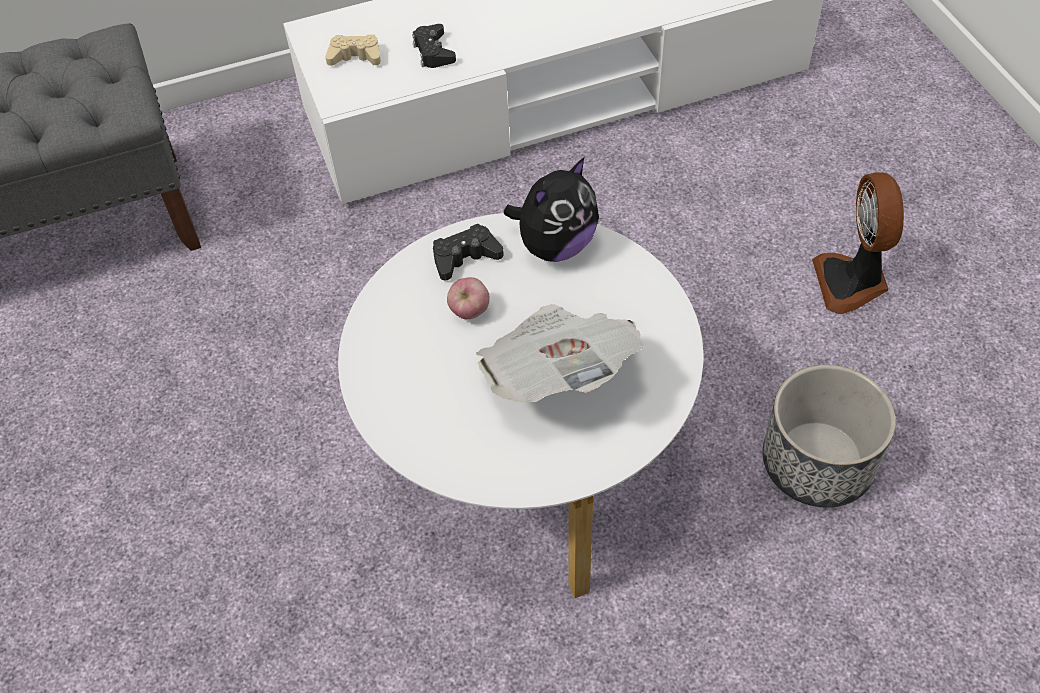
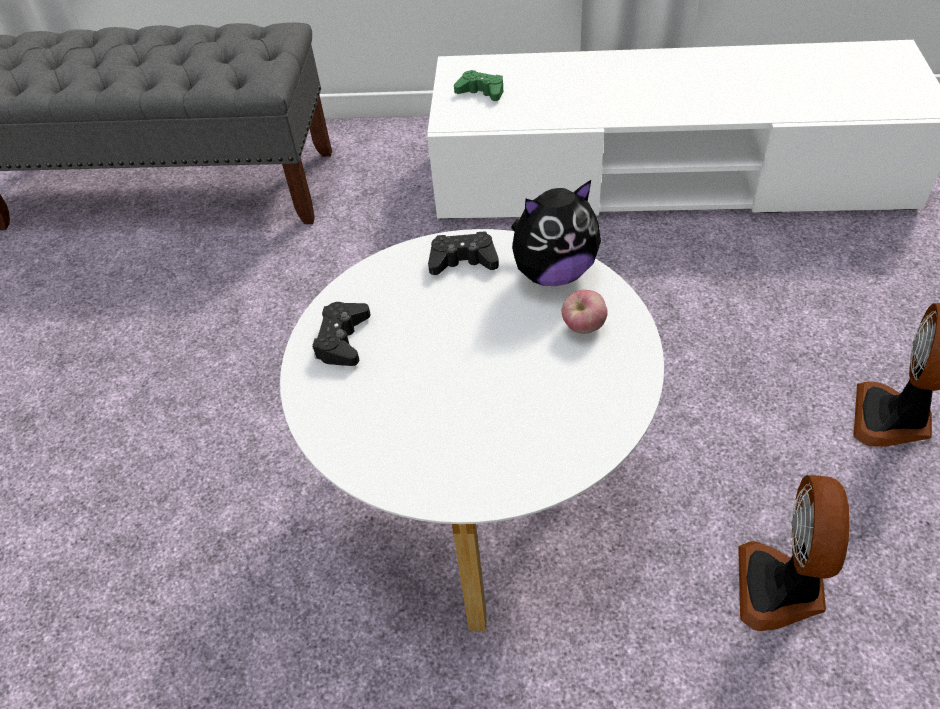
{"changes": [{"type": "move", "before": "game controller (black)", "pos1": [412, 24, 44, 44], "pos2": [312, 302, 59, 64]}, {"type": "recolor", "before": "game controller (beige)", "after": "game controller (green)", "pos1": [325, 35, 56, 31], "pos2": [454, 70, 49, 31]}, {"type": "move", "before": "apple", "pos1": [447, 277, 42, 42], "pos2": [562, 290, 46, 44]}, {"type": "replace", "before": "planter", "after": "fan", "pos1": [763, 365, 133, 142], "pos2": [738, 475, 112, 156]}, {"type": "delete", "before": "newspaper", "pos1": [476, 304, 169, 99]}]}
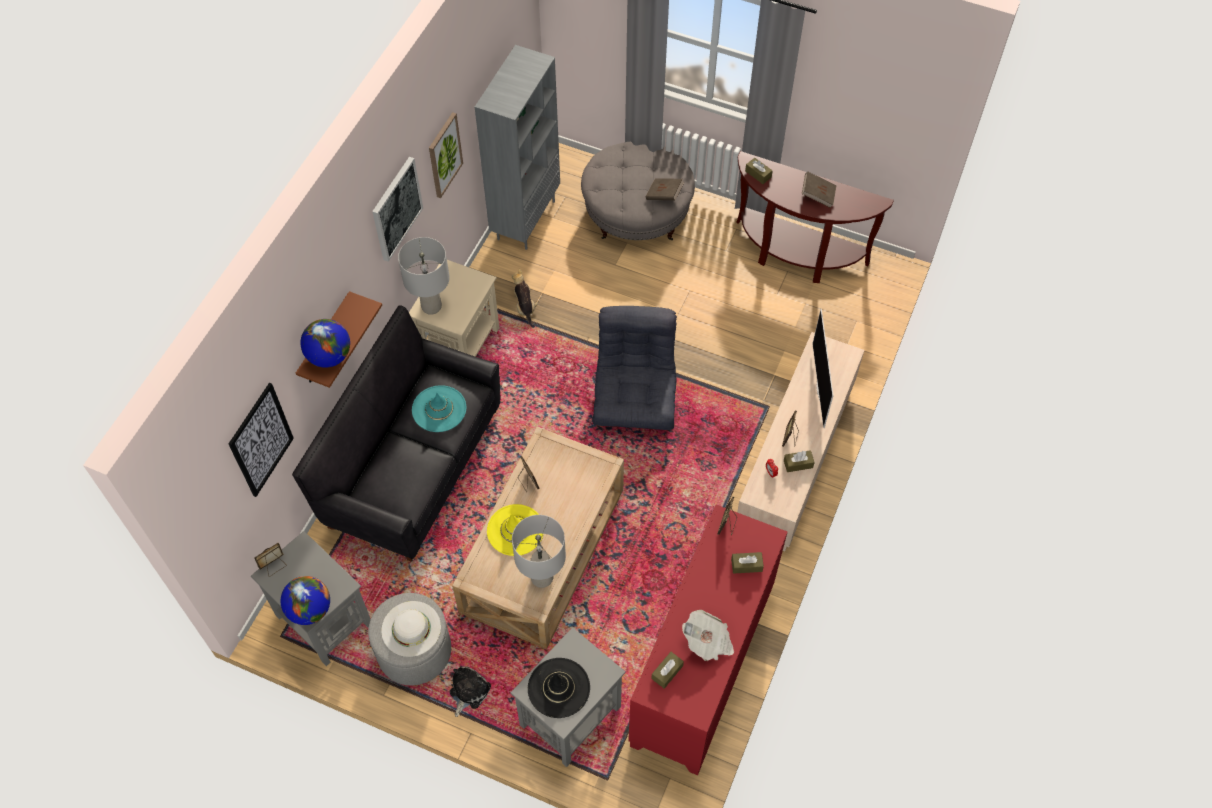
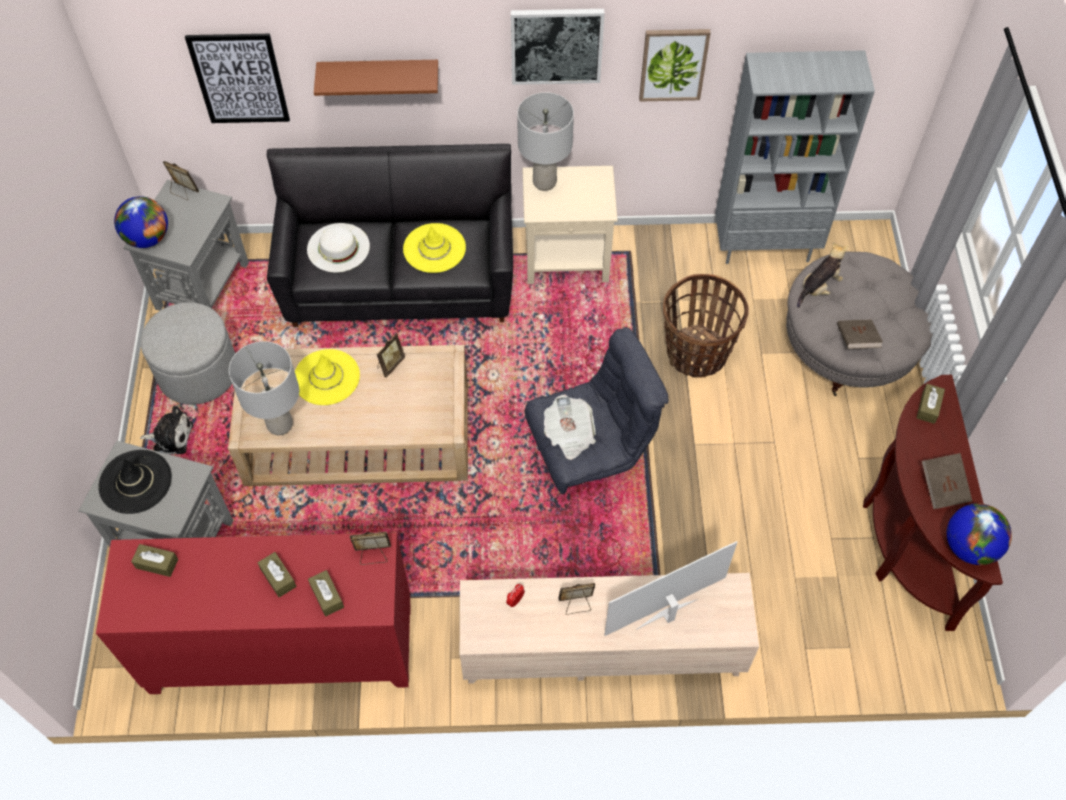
{"changes": [{"type": "move", "before": "tissue box (brown)", "pos1": [784, 450, 31, 22], "pos2": [258, 552, 39, 45]}, {"type": "move", "before": "hat (white)", "pos1": [382, 601, 59, 56], "pos2": [307, 223, 63, 49]}, {"type": "recolor", "before": "hat (turquoise)", "after": "hat (yellow)", "pos1": [412, 385, 55, 47], "pos2": [403, 223, 63, 50]}, {"type": "move", "before": "newspaper", "pos1": [682, 610, 52, 51], "pos2": [544, 394, 52, 66]}, {"type": "insert", "after": "basket", "pos2": [663, 274, 86, 104]}, {"type": "move", "before": "plush toy", "pos1": [512, 269, 26, 59], "pos2": [797, 242, 51, 66]}, {"type": "move", "before": "globe", "pos1": [300, 319, 50, 49], "pos2": [947, 503, 65, 62]}]}
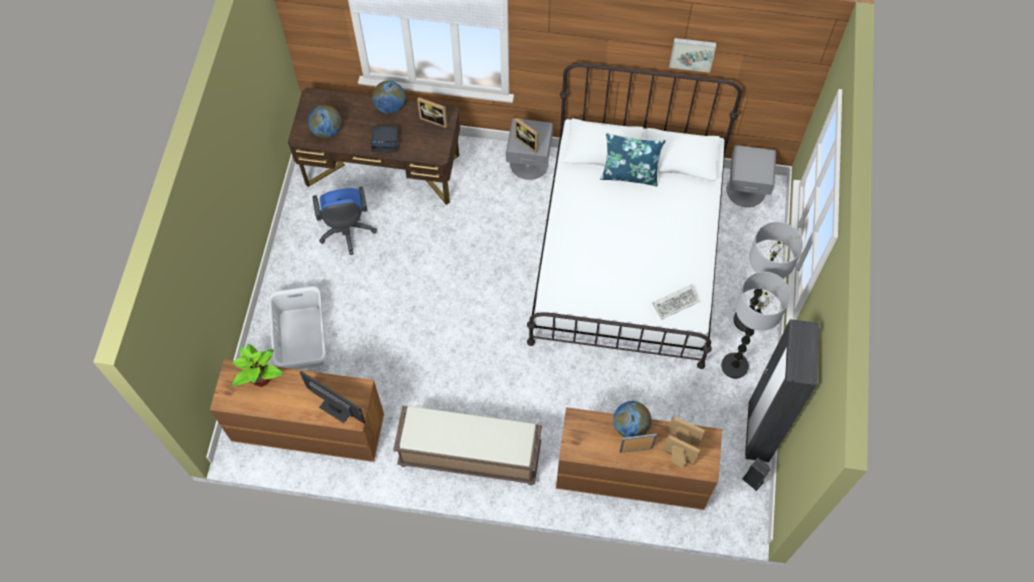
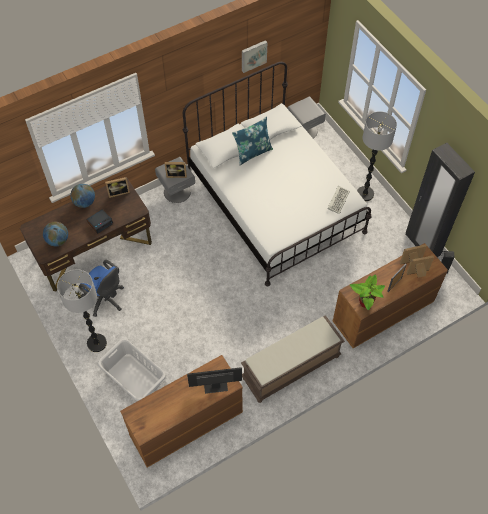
{"changes": [{"type": "move", "before": "floor lamp", "pos1": [721, 272, 70, 107], "pos2": [57, 269, 50, 83]}, {"type": "move", "before": "potted plant", "pos1": [232, 344, 51, 43], "pos2": [350, 274, 35, 36]}, {"type": "delete", "before": "globe", "pos1": [613, 401, 38, 36]}]}
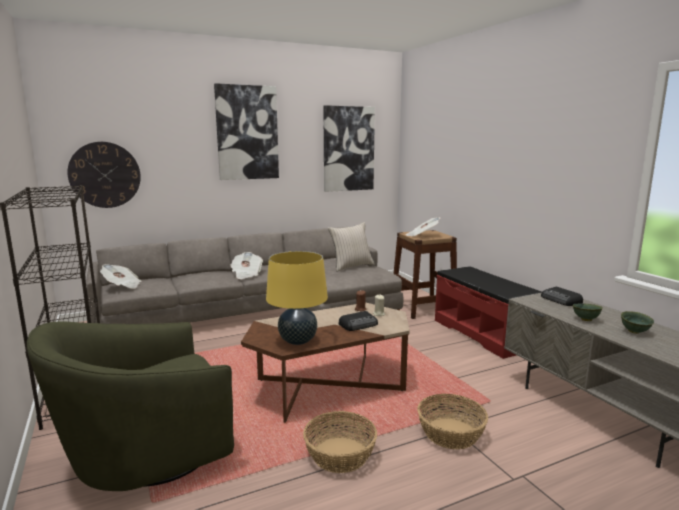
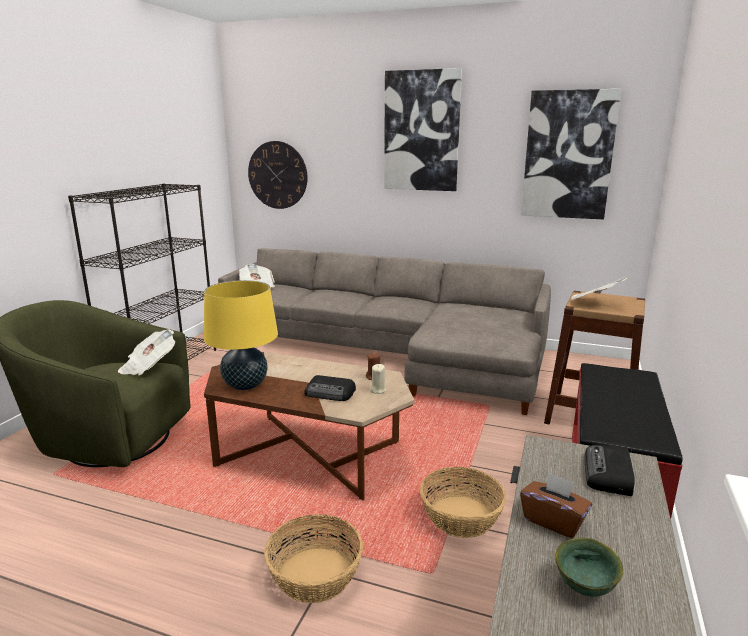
{"changes": [{"type": "move", "before": "newspaper", "pos1": [230, 252, 33, 27], "pos2": [118, 330, 57, 45]}, {"type": "move", "before": "basket", "pos1": [303, 411, 74, 62], "pos2": [420, 467, 86, 71]}, {"type": "replace", "before": "bowl (green)", "after": "tissue box (brown)", "pos1": [572, 304, 31, 17], "pos2": [520, 472, 72, 66]}, {"type": "delete", "before": "pillow (beige)", "pos1": [328, 222, 46, 50]}]}
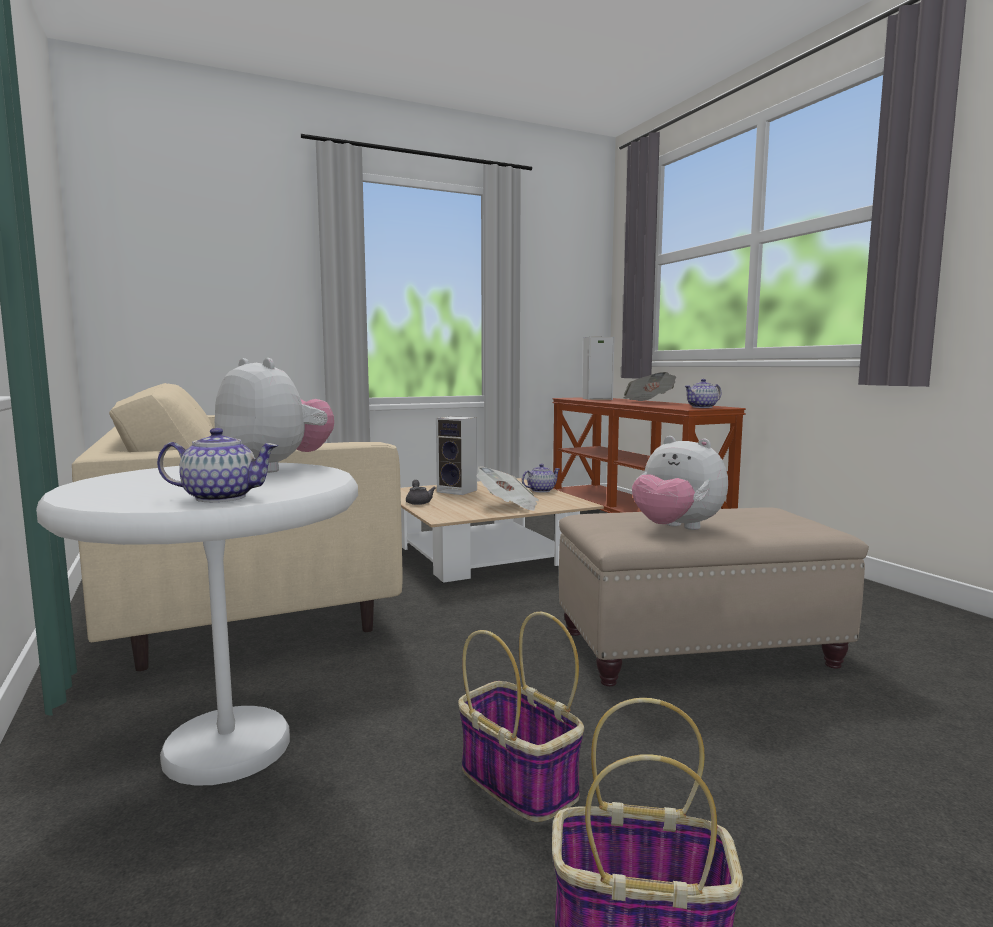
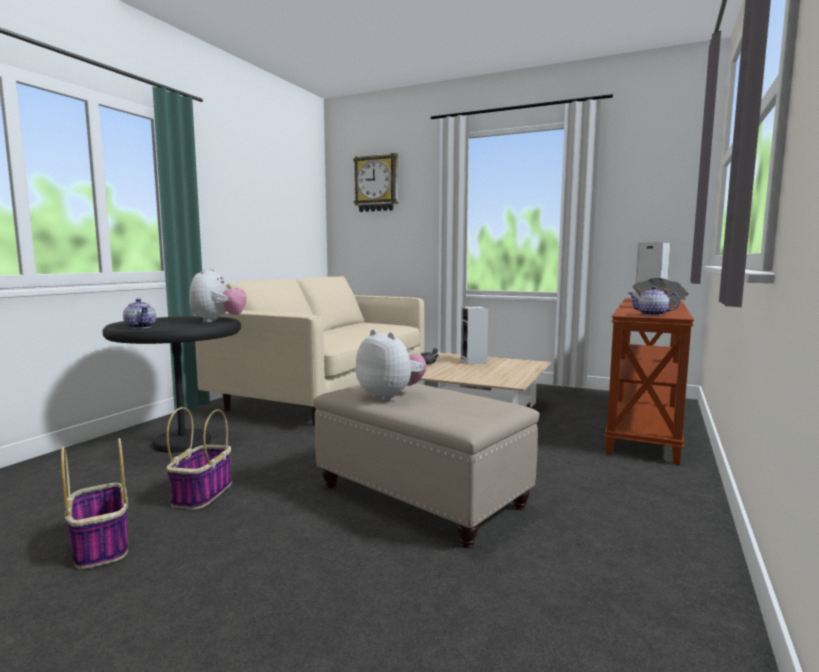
{"changes": [{"type": "recolor", "before": "side table (white)", "after": "side table (black)", "pos1": [36, 463, 322, 323], "pos2": [103, 316, 138, 137]}, {"type": "insert", "after": "wall clock", "pos2": [353, 153, 45, 59]}, {"type": "rotate", "before": "plush toy", "pos1": [632, 436, 96, 94], "pos2": [356, 329, 70, 73], "turn": 135}, {"type": "delete", "before": "newspaper", "pos1": [477, 466, 62, 45]}, {"type": "delete", "before": "teapot", "pos1": [522, 464, 38, 28]}]}
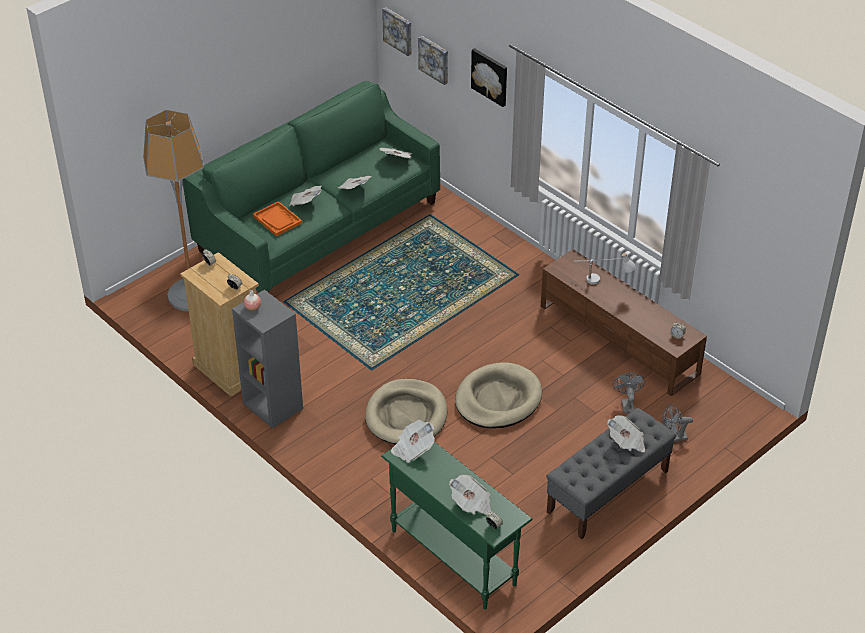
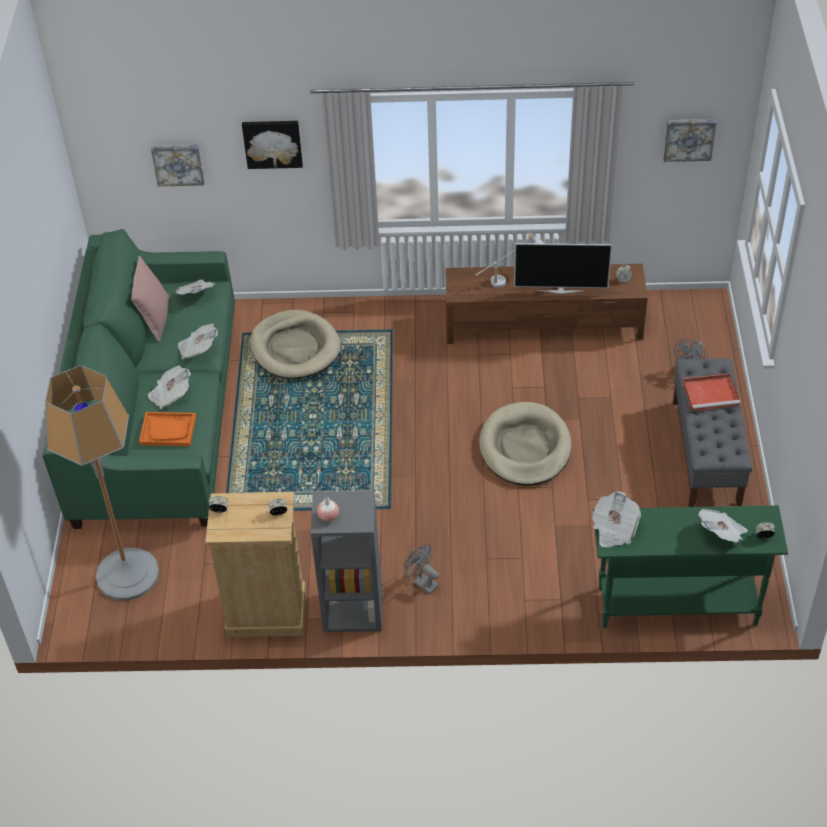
{"changes": [{"type": "insert", "after": "pillow (pink)", "pos2": [131, 255, 39, 86]}, {"type": "move", "before": "dog bed (beige)", "pos1": [365, 379, 82, 66], "pos2": [250, 310, 91, 69]}, {"type": "move", "before": "fan (grey)", "pos1": [612, 372, 33, 41], "pos2": [404, 545, 35, 49]}, {"type": "insert", "after": "television", "pos2": [514, 243, 98, 51]}, {"type": "move", "before": "picture", "pos1": [382, 7, 29, 49], "pos2": [663, 119, 53, 43]}, {"type": "replace", "before": "newspaper", "after": "tray (red)", "pos1": [607, 415, 38, 37], "pos2": [683, 373, 57, 38]}]}
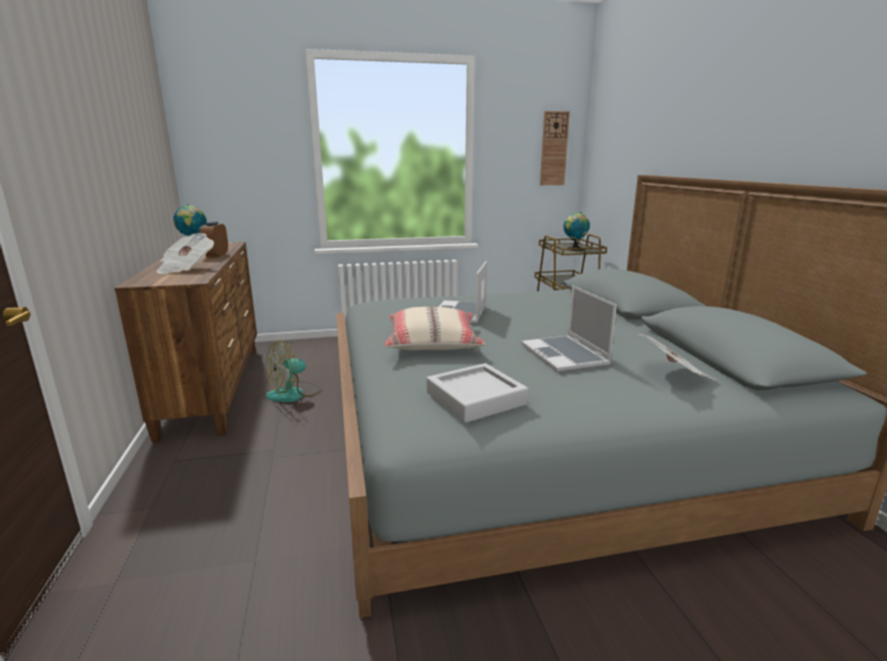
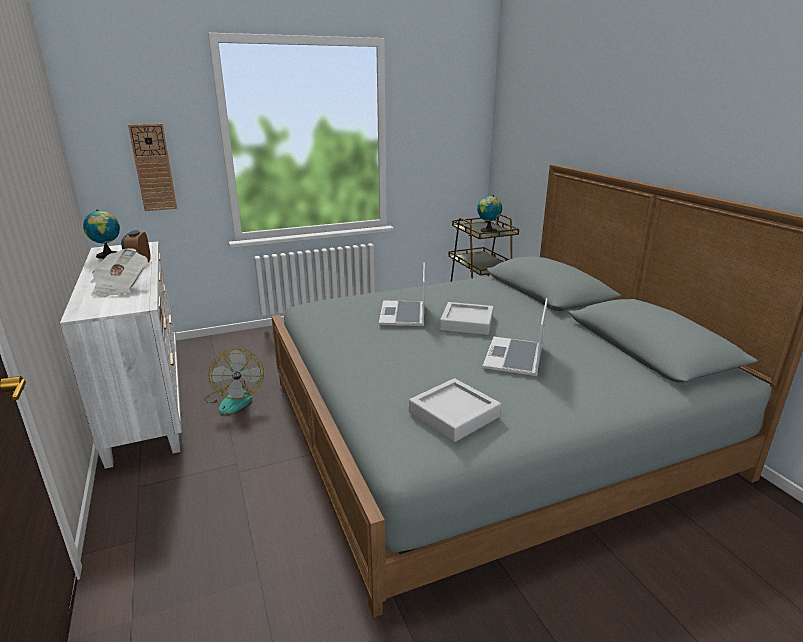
{"changes": [{"type": "recolor", "before": "dresser (brown)", "after": "dresser (white)", "pos1": [115, 242, 142, 200], "pos2": [60, 241, 122, 228]}, {"type": "move", "before": "wall clock", "pos1": [540, 111, 30, 74], "pos2": [128, 124, 49, 87]}, {"type": "rotate", "before": "fan", "pos1": [266, 340, 55, 62], "pos2": [204, 348, 60, 67], "turn": -60}, {"type": "insert", "after": "tray (grey)", "pos2": [440, 302, 54, 33]}, {"type": "rotate", "before": "laptop", "pos1": [521, 285, 96, 87], "pos2": [482, 298, 66, 79], "turn": 45}, {"type": "delete", "before": "pillow (beige)", "pos1": [385, 307, 101, 44]}, {"type": "delete", "before": "newspaper", "pos1": [639, 334, 77, 46]}]}
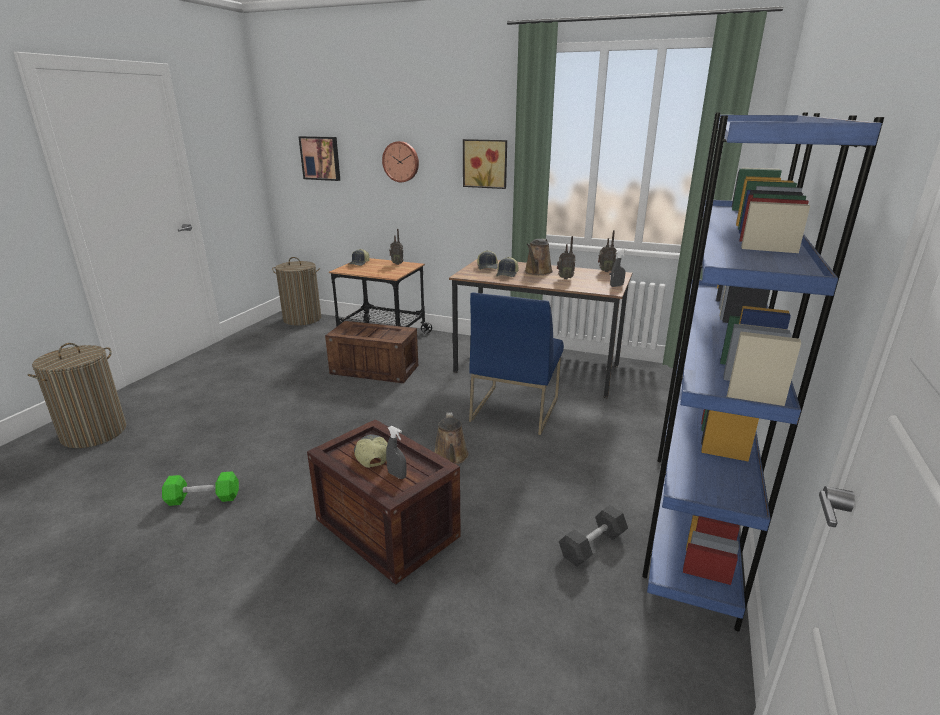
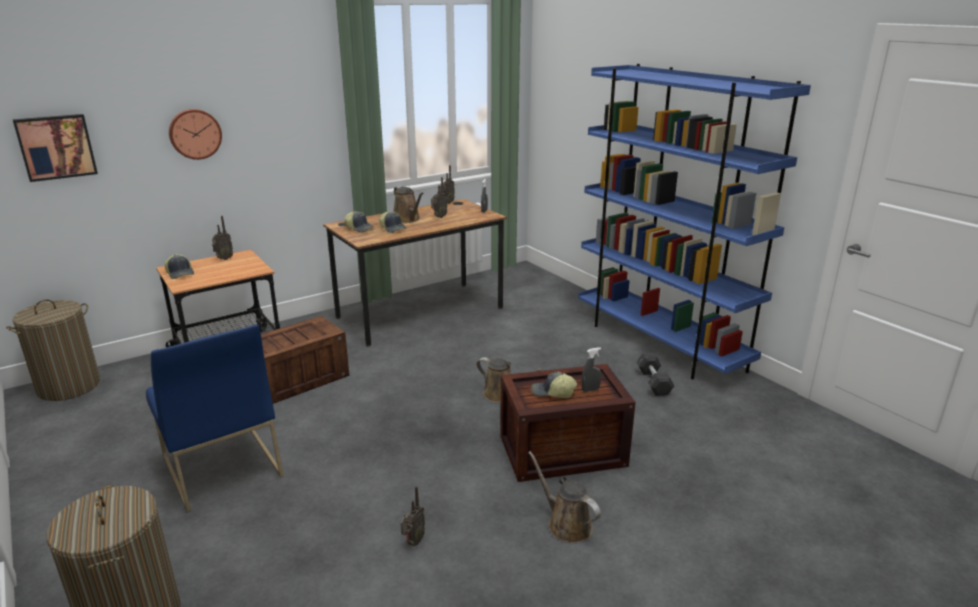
{"changes": [{"type": "move", "before": "chair (blue)", "pos1": [469, 292, 95, 143], "pos2": [146, 325, 138, 188]}, {"type": "replace", "before": "dumbbell (green)", "after": "radio", "pos1": [162, 471, 77, 35], "pos2": [401, 486, 24, 60]}, {"type": "insert", "after": "watering can (brown)", "pos2": [528, 451, 73, 92]}, {"type": "delete", "before": "picture", "pos1": [463, 139, 44, 50]}]}
